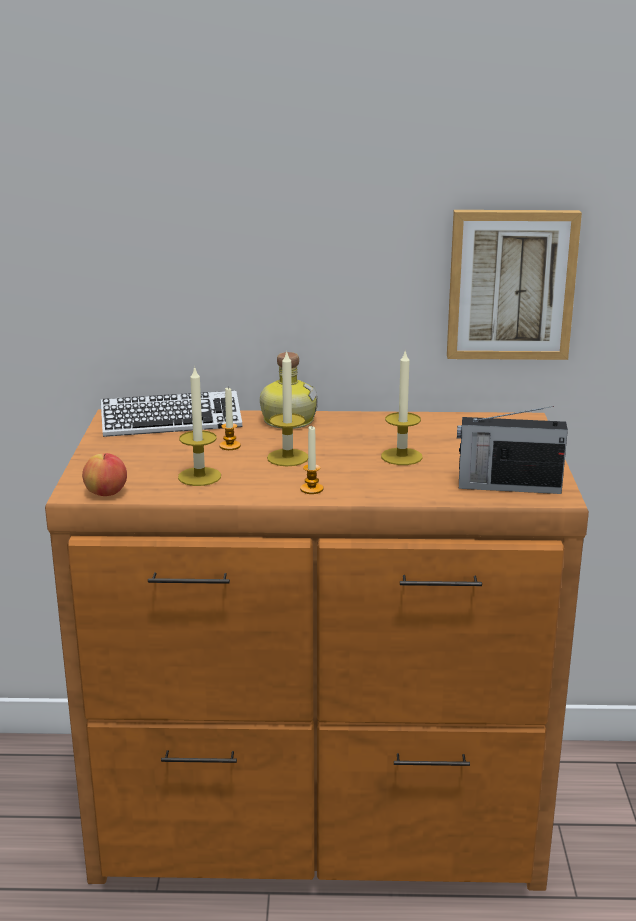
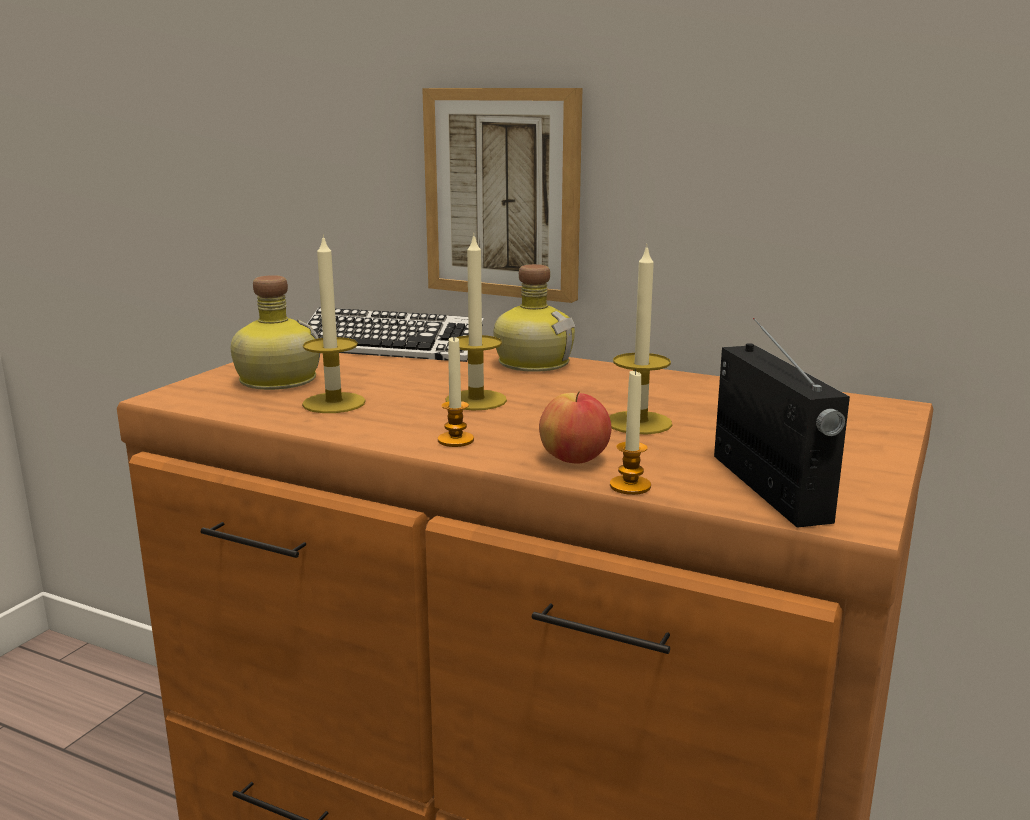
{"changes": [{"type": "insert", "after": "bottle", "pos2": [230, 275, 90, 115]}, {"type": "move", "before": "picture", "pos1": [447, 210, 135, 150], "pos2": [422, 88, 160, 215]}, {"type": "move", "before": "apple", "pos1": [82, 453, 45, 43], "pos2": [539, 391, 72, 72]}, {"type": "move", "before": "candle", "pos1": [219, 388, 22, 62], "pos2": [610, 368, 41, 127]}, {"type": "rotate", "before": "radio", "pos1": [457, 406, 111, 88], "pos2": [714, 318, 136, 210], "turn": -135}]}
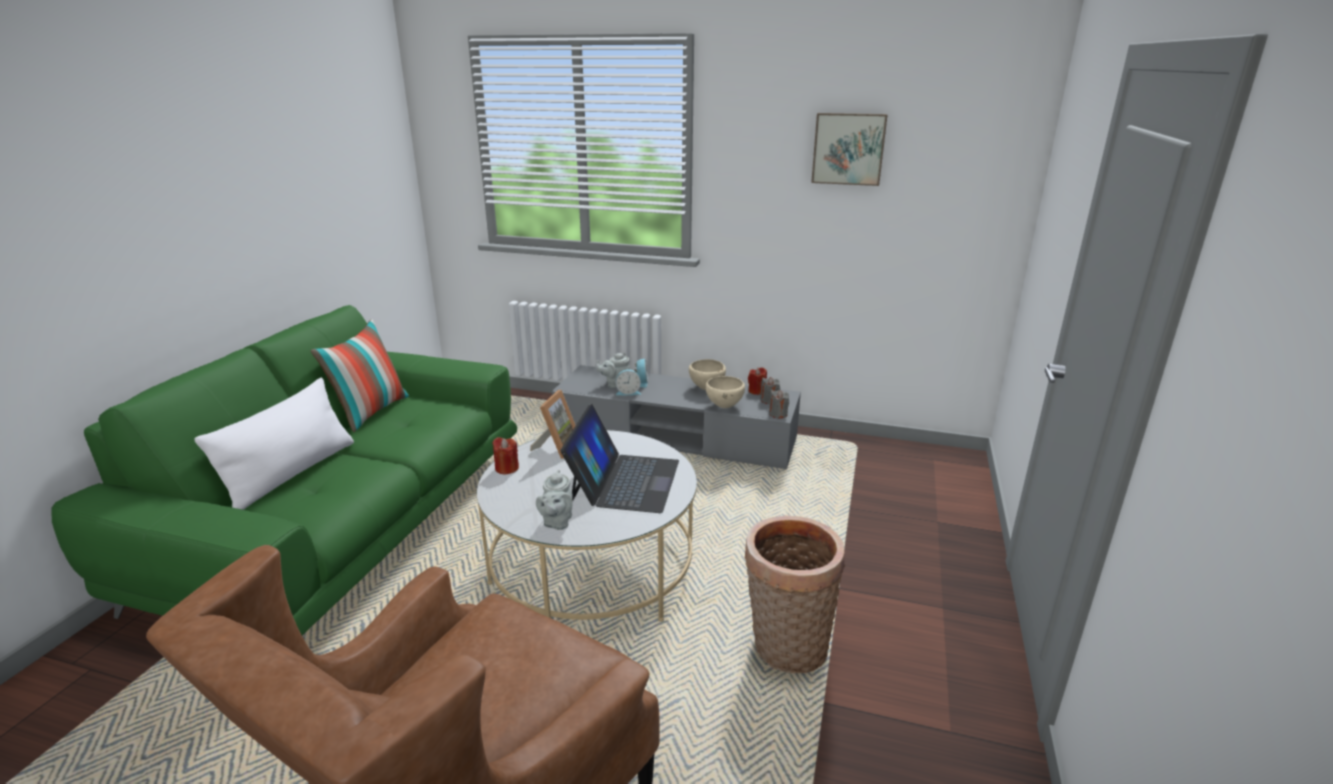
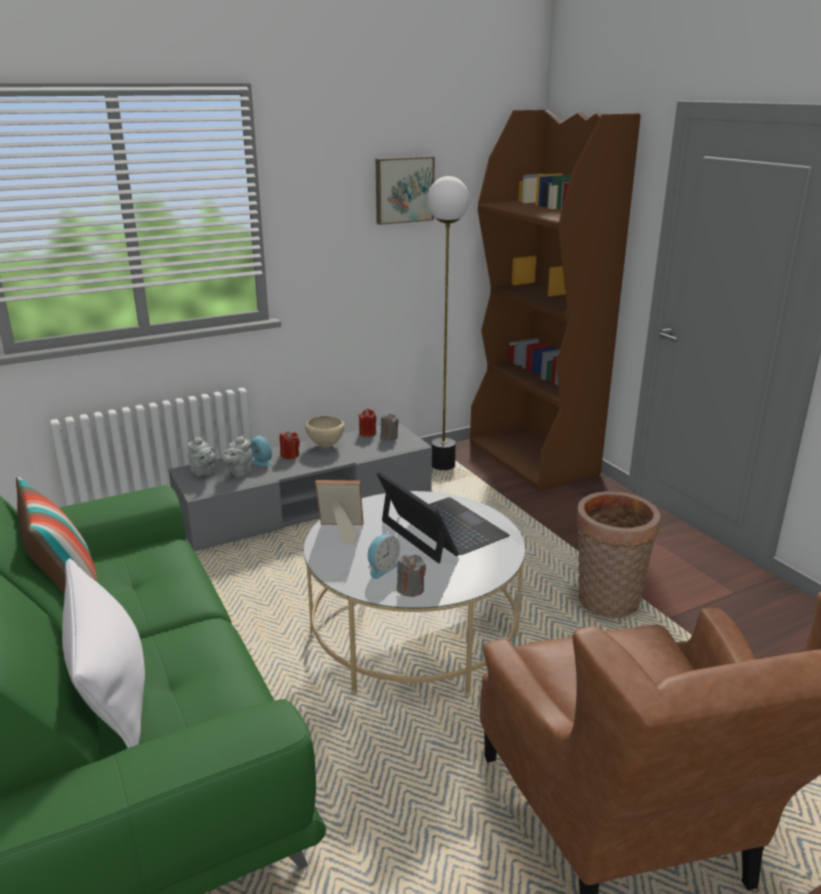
{"changes": [{"type": "move", "before": "teapot (grey)", "pos1": [536, 470, 37, 60], "pos2": [188, 436, 28, 41]}, {"type": "move", "before": "candle (red)", "pos1": [492, 437, 27, 37], "pos2": [280, 431, 20, 28]}, {"type": "rotate", "before": "picture frame", "pos1": [530, 390, 46, 69], "pos2": [315, 480, 48, 65], "turn": -60}, {"type": "move", "before": "alarm clock", "pos1": [616, 369, 25, 27], "pos2": [368, 534, 32, 45]}, {"type": "move", "before": "candle (grey)", "pos1": [769, 390, 20, 28], "pos2": [397, 554, 29, 43]}, {"type": "insert", "after": "floor lamp", "pos2": [427, 176, 42, 294]}, {"type": "insert", "after": "bookcase (brown)", "pos2": [470, 110, 171, 380]}, {"type": "delete", "before": "bowl (beige)", "pos1": [706, 376, 39, 32]}]}
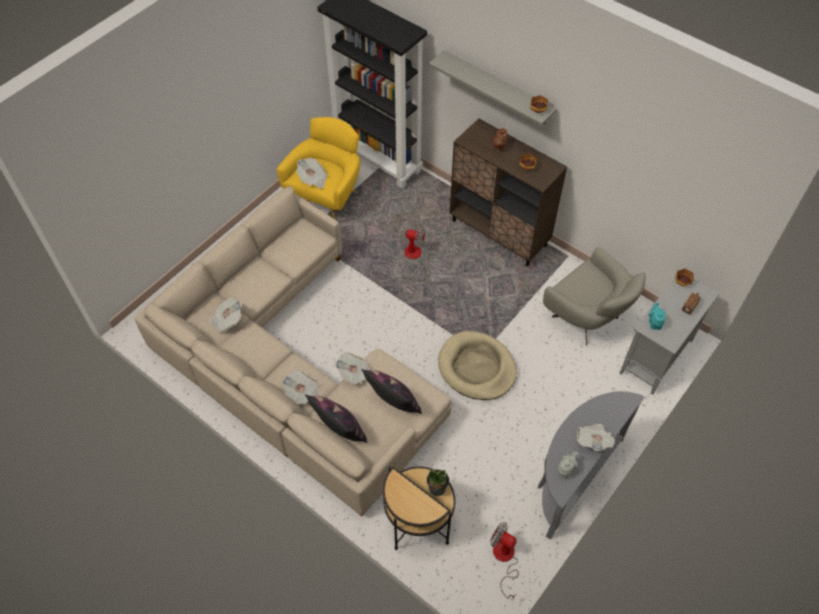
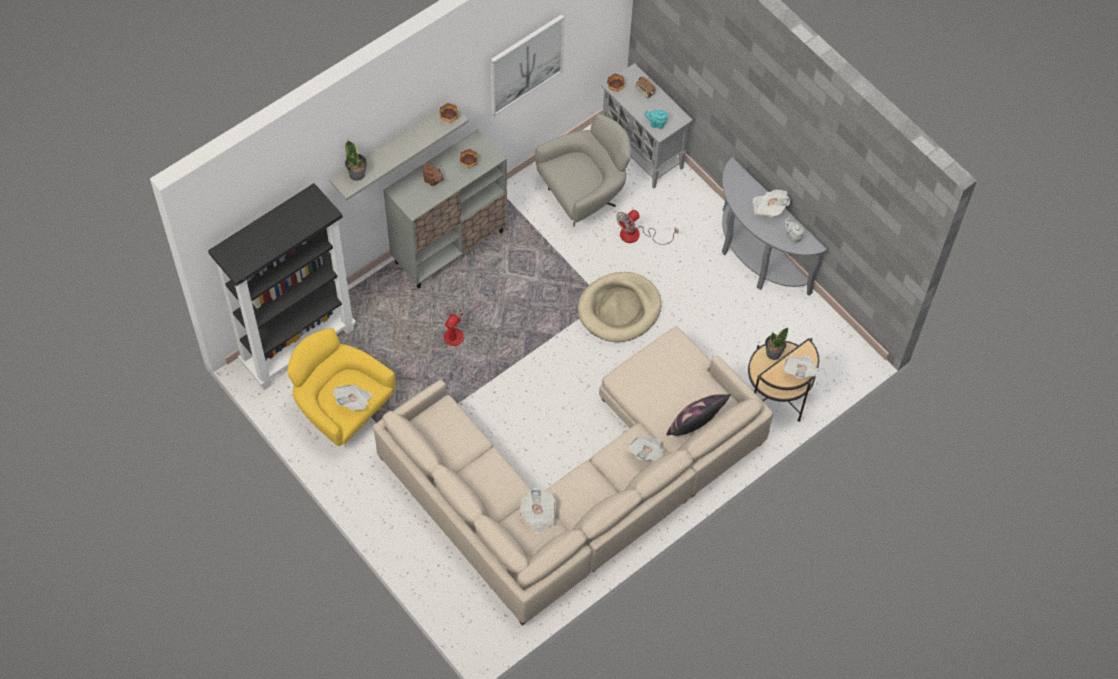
{"changes": [{"type": "insert", "after": "potted plant", "pos2": [345, 140, 22, 41]}, {"type": "recolor", "before": "cabinet (brown)", "after": "cabinet (grey)", "pos1": [450, 118, 117, 148], "pos2": [383, 129, 124, 159]}, {"type": "insert", "after": "picture", "pos2": [490, 14, 74, 102]}, {"type": "move", "before": "fan", "pos1": [490, 522, 29, 78], "pos2": [616, 210, 63, 35]}, {"type": "move", "before": "newspaper", "pos1": [335, 352, 35, 33], "pos2": [783, 356, 37, 22]}, {"type": "delete", "before": "pillow", "pos1": [361, 369, 61, 45]}]}
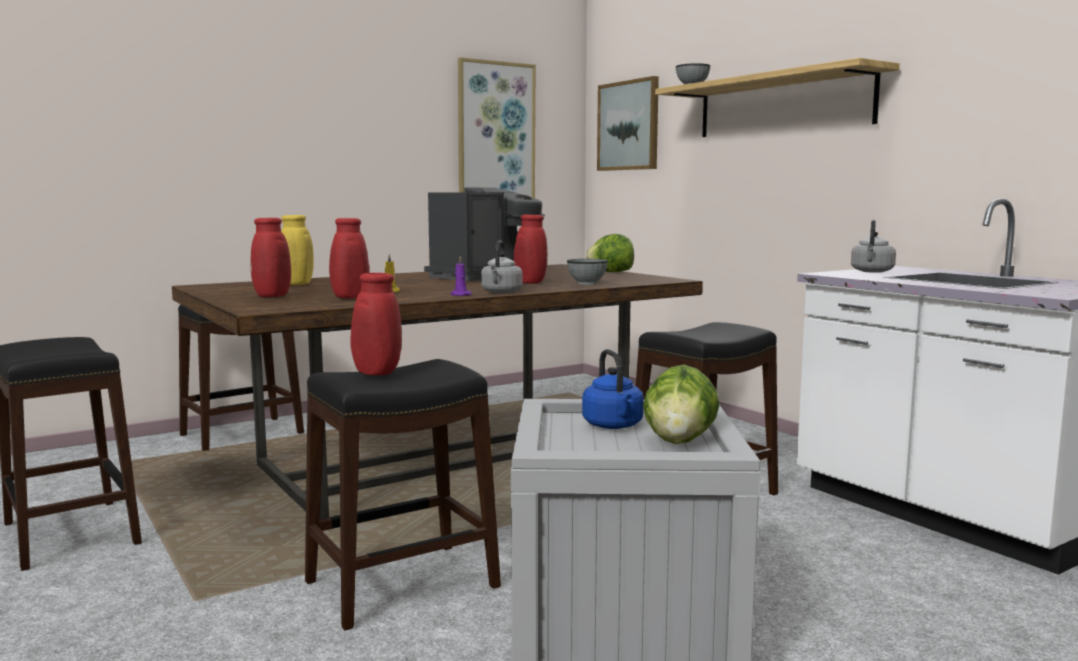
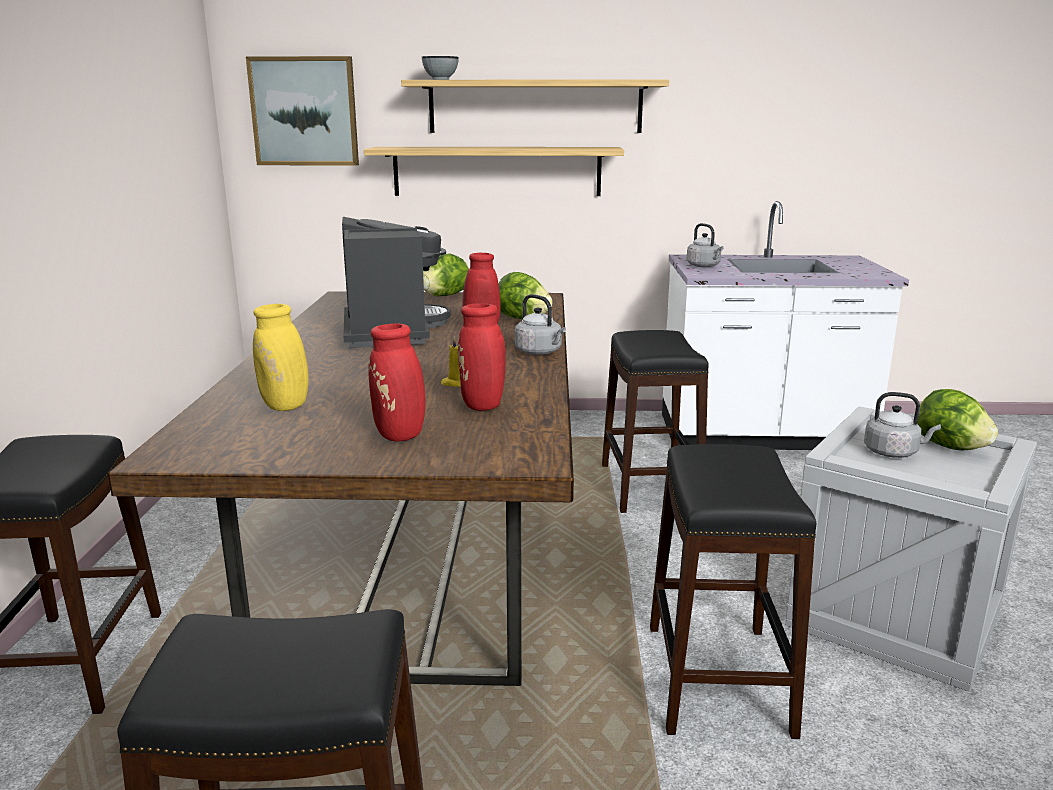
{"changes": [{"type": "insert", "after": "shelf", "pos2": [364, 147, 260, 49]}, {"type": "replace", "before": "bowl (grey)", "after": "lettuce", "pos1": [567, 259, 41, 26], "pos2": [499, 272, 53, 47]}, {"type": "recolor", "before": "kettle (blue)", "after": "kettle (grey)", "pos1": [582, 349, 62, 80], "pos2": [864, 392, 77, 66]}, {"type": "delete", "before": "vase (red)", "pos1": [297, 273, 105, 102]}, {"type": "delete", "before": "candle (purple)", "pos1": [450, 256, 22, 40]}, {"type": "delete", "before": "picture", "pos1": [458, 57, 78, 141]}]}
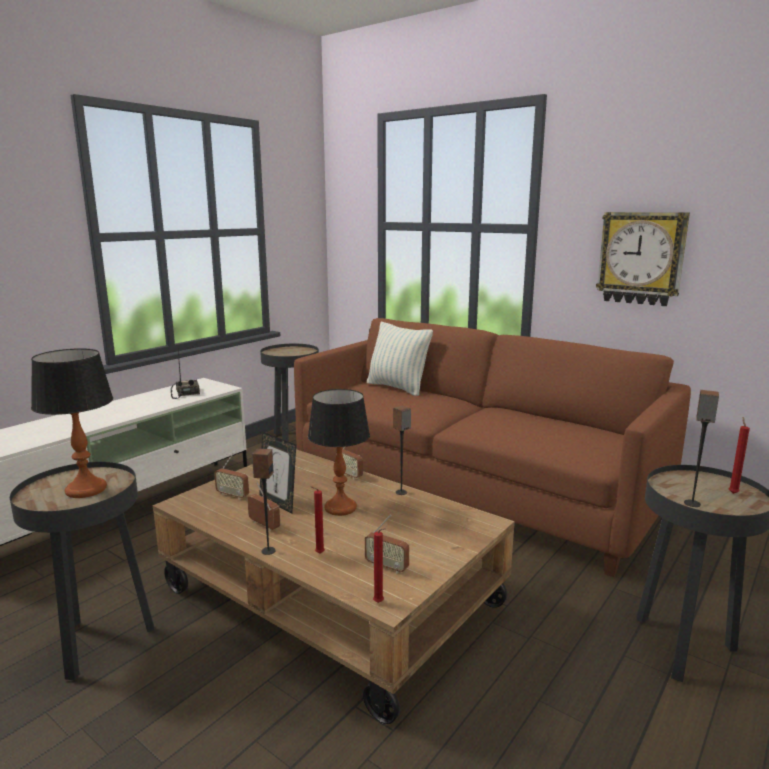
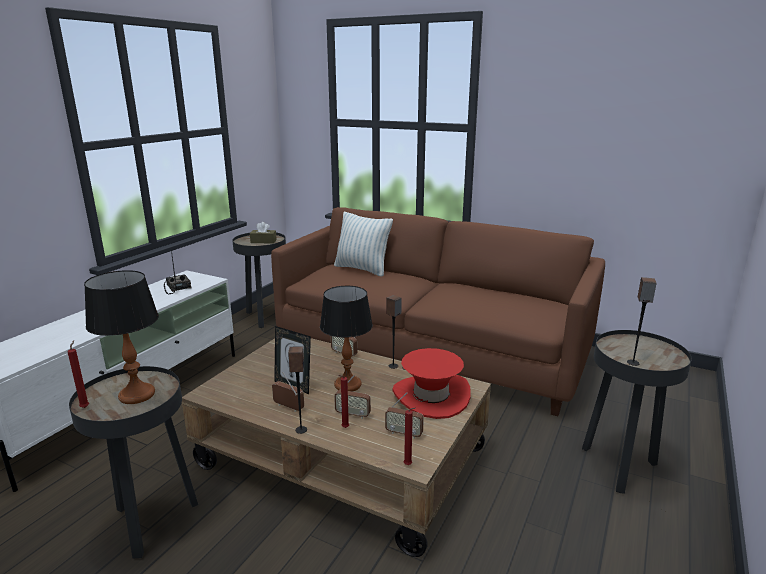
{"changes": [{"type": "move", "before": "candle (red)", "pos1": [729, 417, 21, 77], "pos2": [67, 341, 22, 67]}, {"type": "insert", "after": "tissue box (brown)", "pos2": [250, 222, 27, 21]}, {"type": "move", "before": "radio", "pos1": [214, 453, 35, 47], "pos2": [334, 375, 37, 44]}, {"type": "insert", "after": "hat (red)", "pos2": [392, 348, 79, 71]}, {"type": "delete", "before": "wall clock", "pos1": [596, 212, 94, 94]}]}
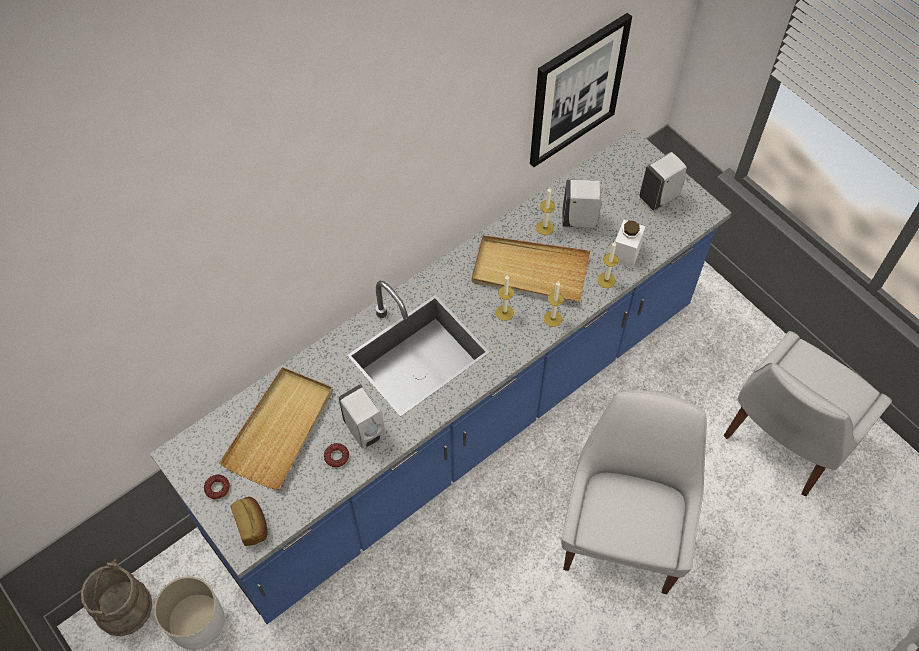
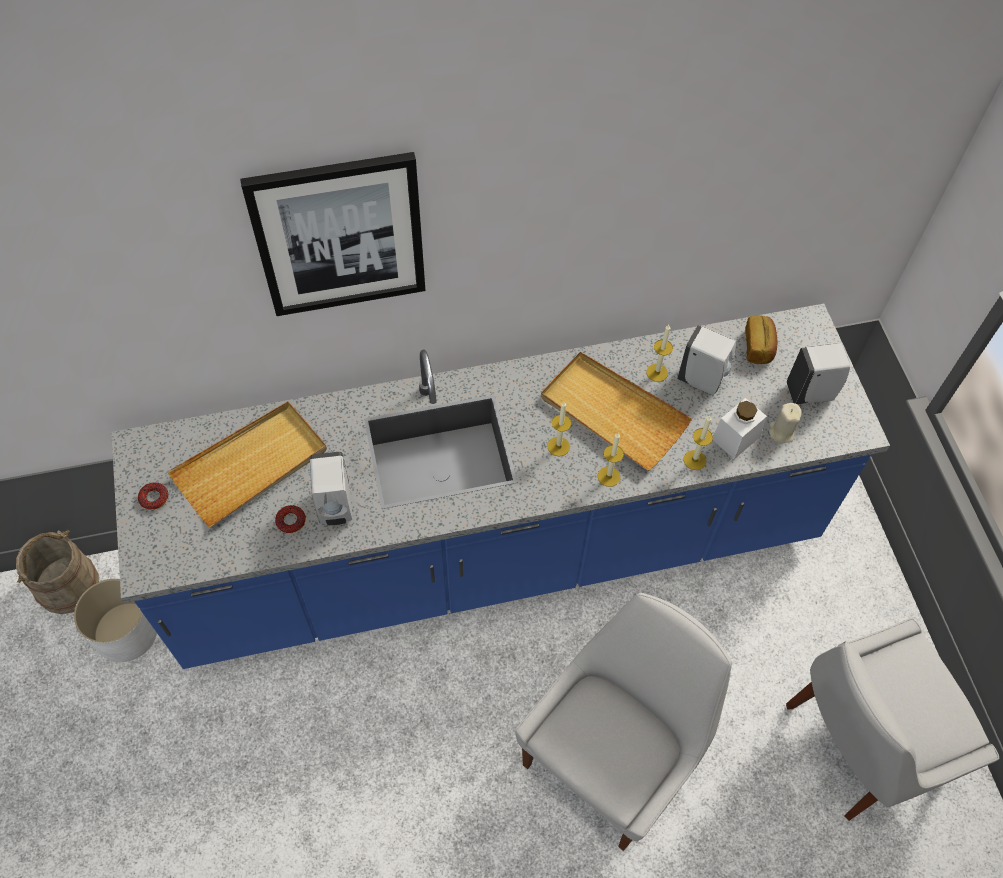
{"changes": [{"type": "move", "before": "picture", "pos1": [530, 13, 102, 154], "pos2": [240, 152, 186, 164]}, {"type": "move", "before": "bread", "pos1": [231, 497, 37, 49], "pos2": [745, 315, 33, 49]}, {"type": "insert", "after": "candle (beige)", "pos2": [769, 403, 33, 41]}]}
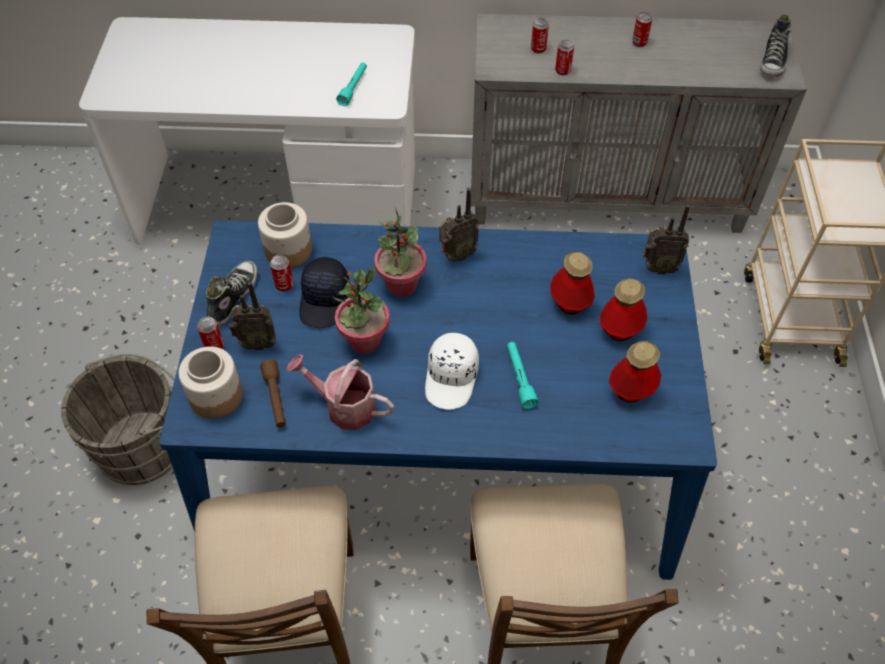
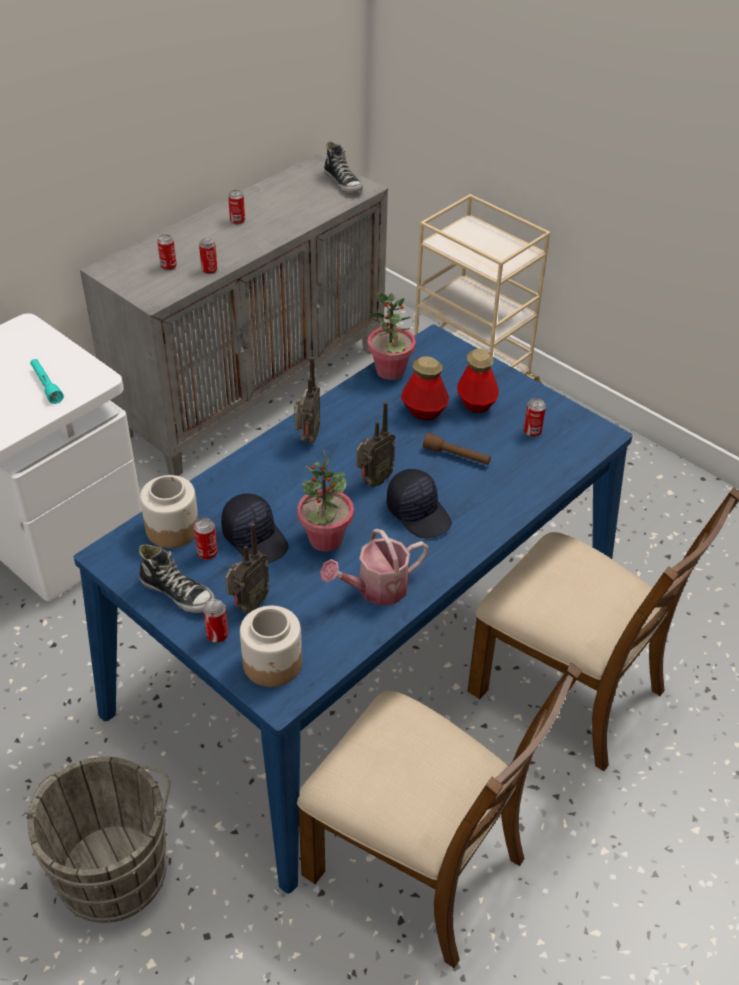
{"changes": [{"type": "rotate", "before": "shoe", "pos1": [206, 261, 51, 66], "pos2": [139, 544, 77, 69], "turn": 150}, {"type": "move", "before": "radio", "pos1": [643, 205, 47, 70], "pos2": [356, 401, 39, 86]}, {"type": "move", "before": "potted plant", "pos1": [374, 207, 53, 90], "pos2": [367, 292, 49, 88]}, {"type": "recolor", "before": "cap (white)", "after": "cap (black)", "pos1": [425, 333, 54, 77], "pos2": [387, 469, 65, 69]}, {"type": "move", "before": "flashlight (brown)", "pos1": [260, 359, 26, 68], "pos2": [423, 433, 68, 32]}, {"type": "replace", "before": "bottle", "after": "can", "pos1": [609, 341, 52, 62], "pos2": [524, 398, 22, 39]}, {"type": "delete", "before": "flashlight (turquoise)", "pos1": [507, 342, 32, 67]}]}
